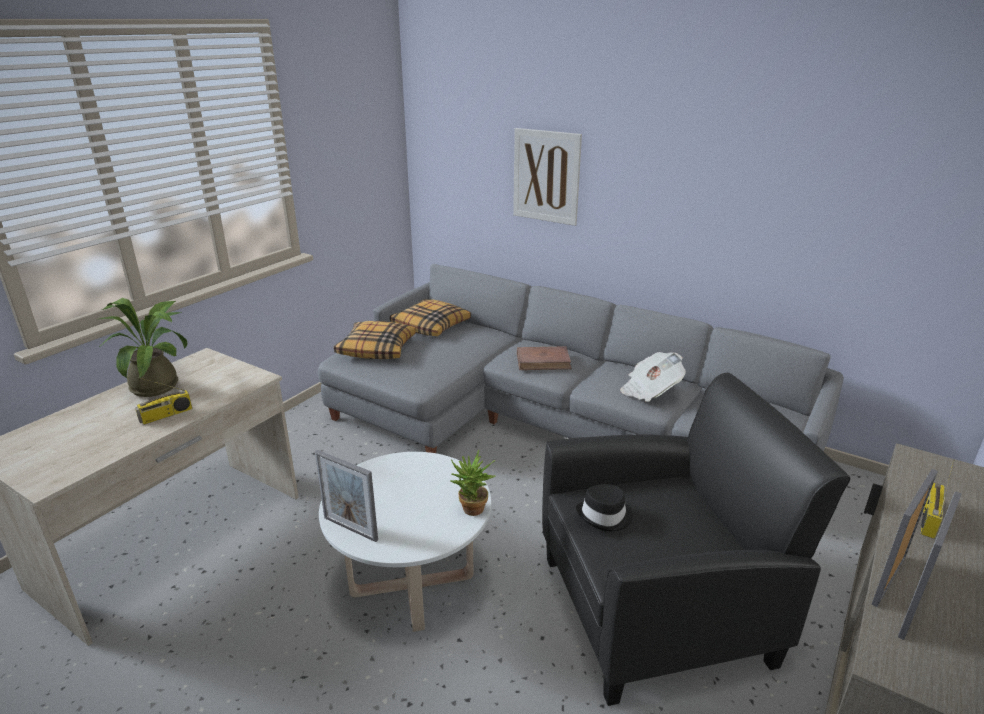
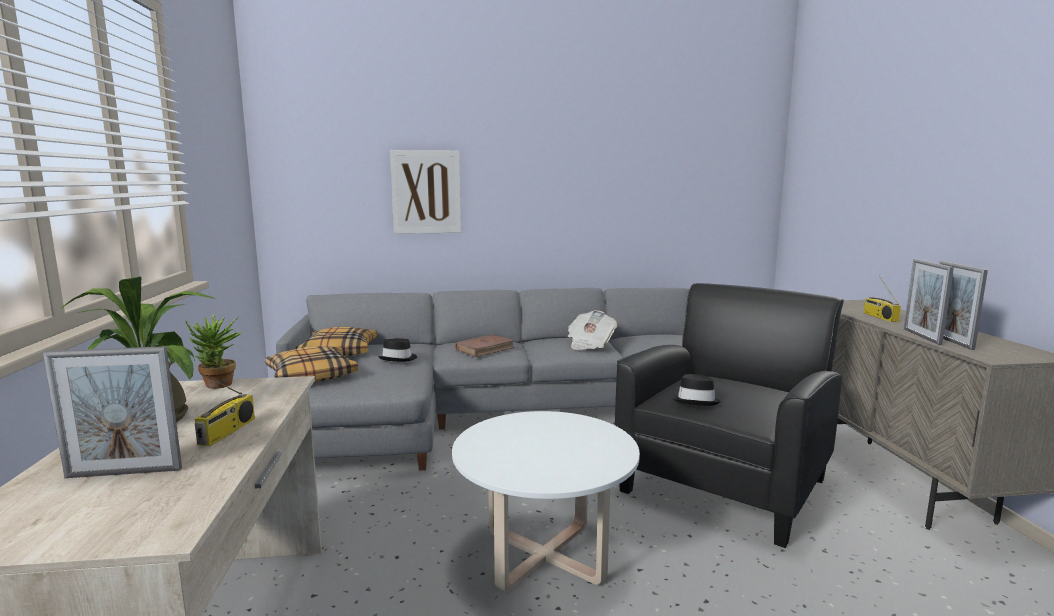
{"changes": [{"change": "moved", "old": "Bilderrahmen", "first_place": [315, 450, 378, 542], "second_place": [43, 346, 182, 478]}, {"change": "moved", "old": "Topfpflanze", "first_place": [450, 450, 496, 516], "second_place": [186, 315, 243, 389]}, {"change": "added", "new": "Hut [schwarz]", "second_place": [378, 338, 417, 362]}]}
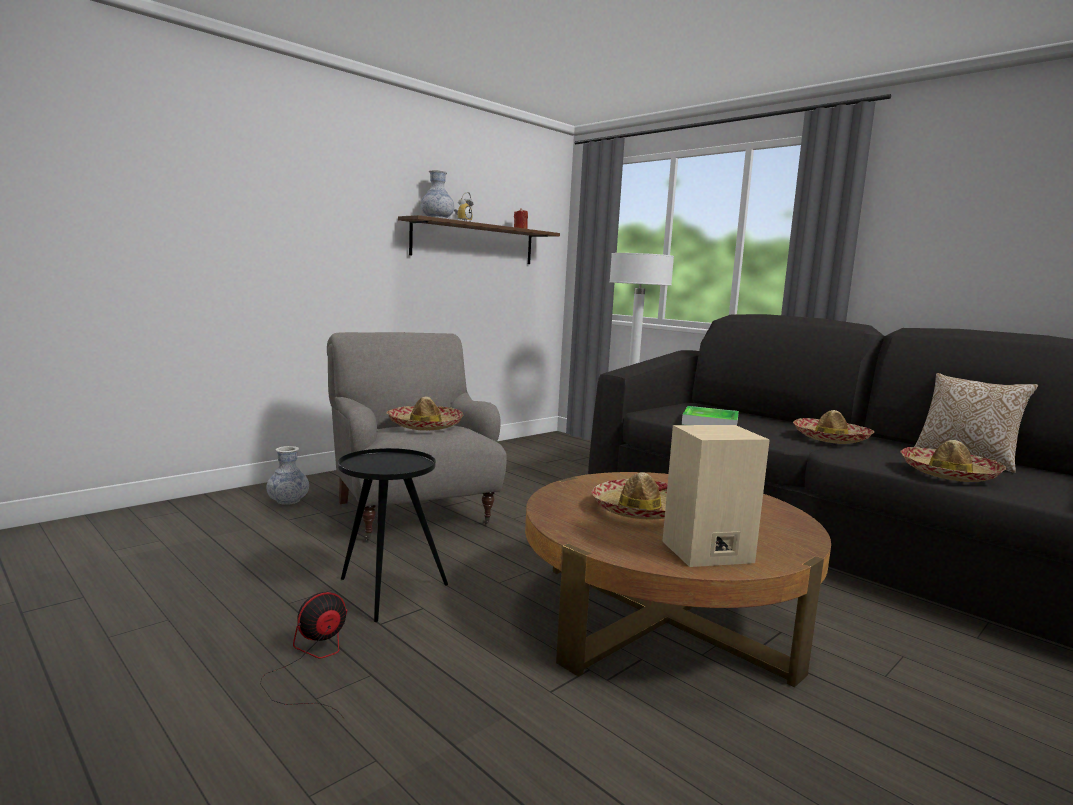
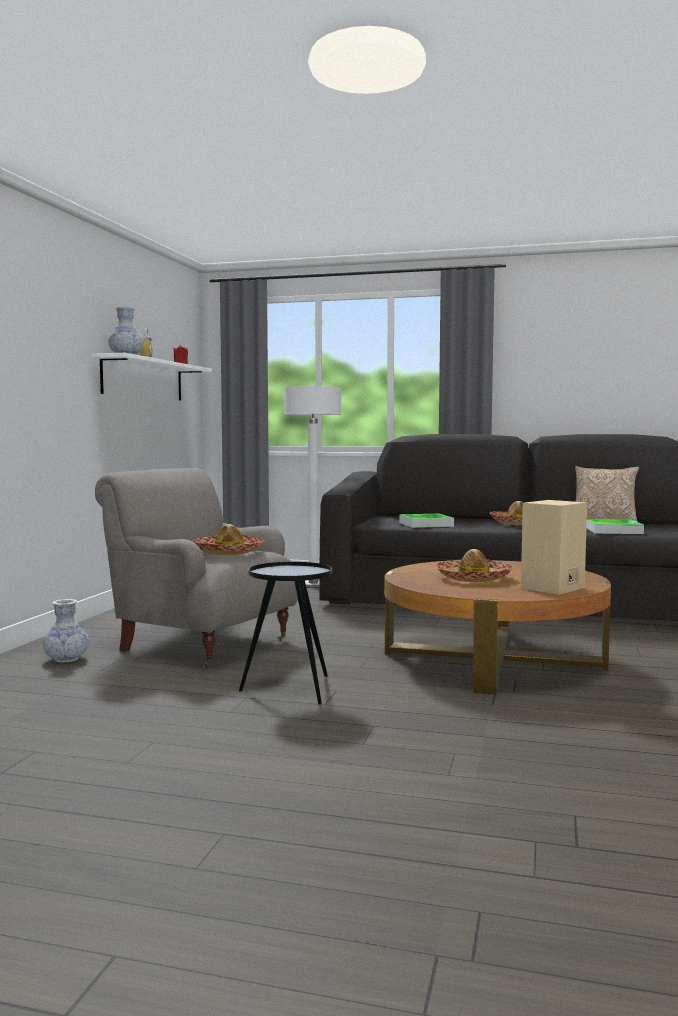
{"changes": [{"change": "recoloured", "old": "Wandregal [braun]", "new": "Wandregal [weiß]", "first_place": [398, 215, 560, 264], "second_place": [92, 353, 212, 400]}, {"change": "replaced", "old": "Hut", "new": "Tablett", "first_place": [901, 440, 1006, 482], "second_place": [586, 519, 644, 534]}, {"change": "removed", "old": "Ventilator", "first_place": [260, 592, 347, 718]}]}
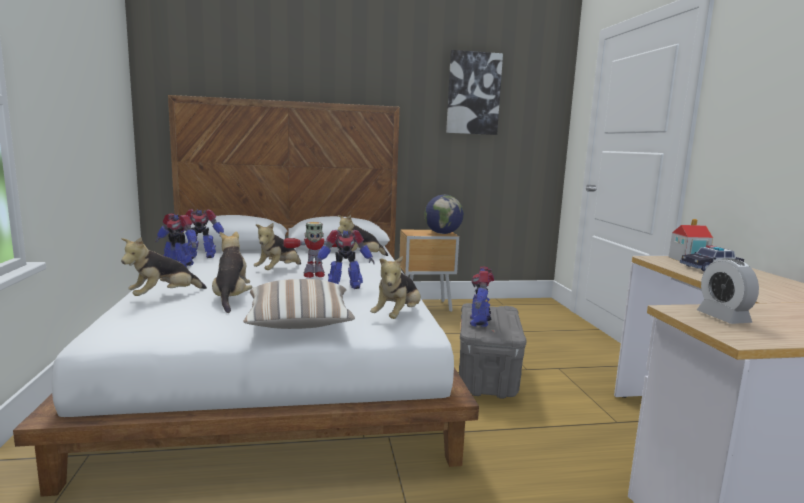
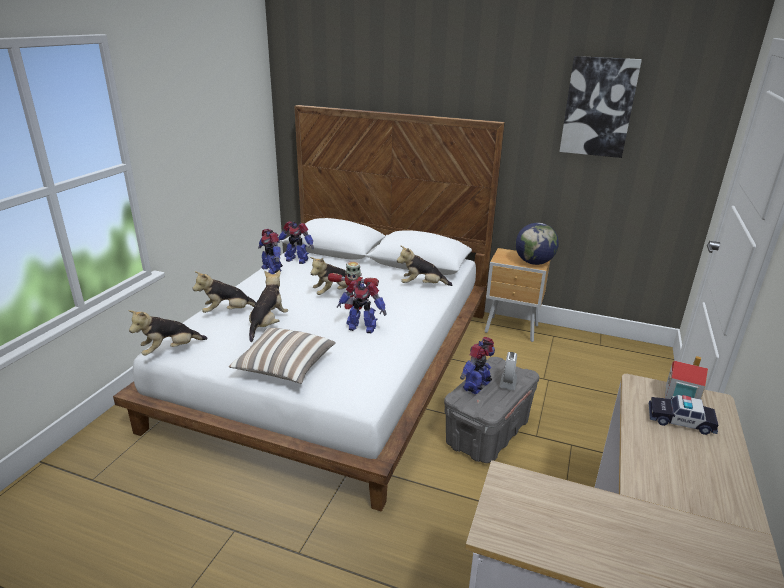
{"changes": [{"change": "moved", "old": "Plüschtier", "first_place": [370, 256, 421, 319], "second_place": [128, 310, 207, 356]}, {"change": "moved", "old": "Wecker", "first_place": [697, 258, 759, 324], "second_place": [499, 352, 517, 390]}]}
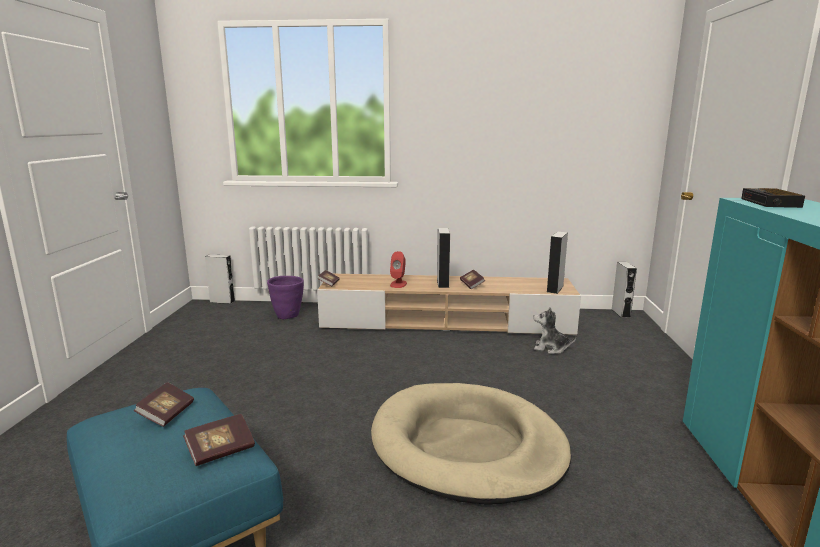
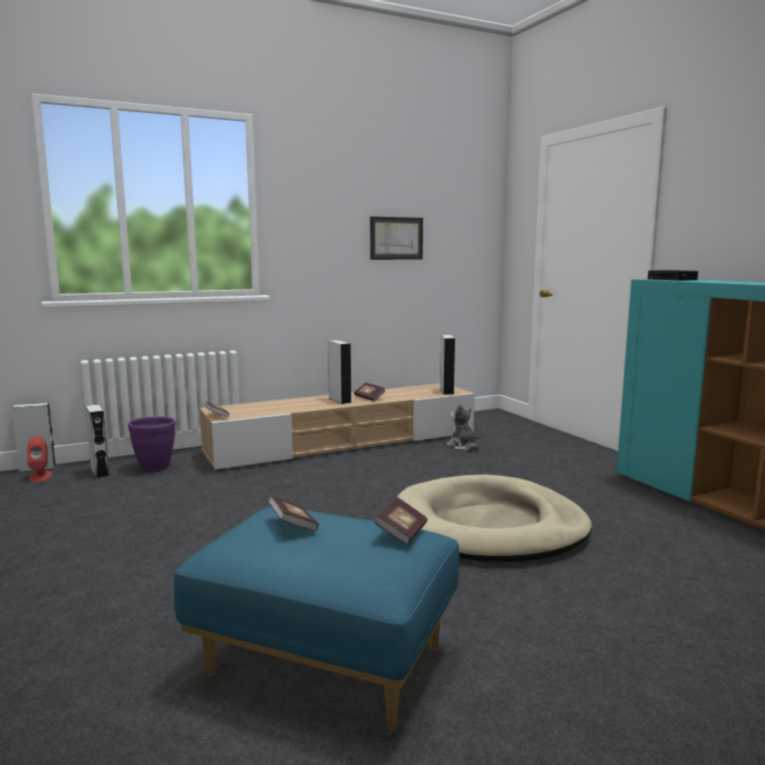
{"changes": [{"change": "moved", "old": "Lautsprecher [rot]", "first_place": [390, 251, 407, 288], "second_place": [27, 436, 52, 482]}, {"change": "moved", "old": "Lautsprecher [grau]", "first_place": [611, 262, 637, 318], "second_place": [85, 404, 110, 479]}, {"change": "turned", "old": "Plüschtier", "first_place": [533, 307, 577, 354], "second_place": [446, 404, 482, 451], "degrees": 60}, {"change": "added", "new": "Bild", "second_place": [370, 216, 423, 260]}]}
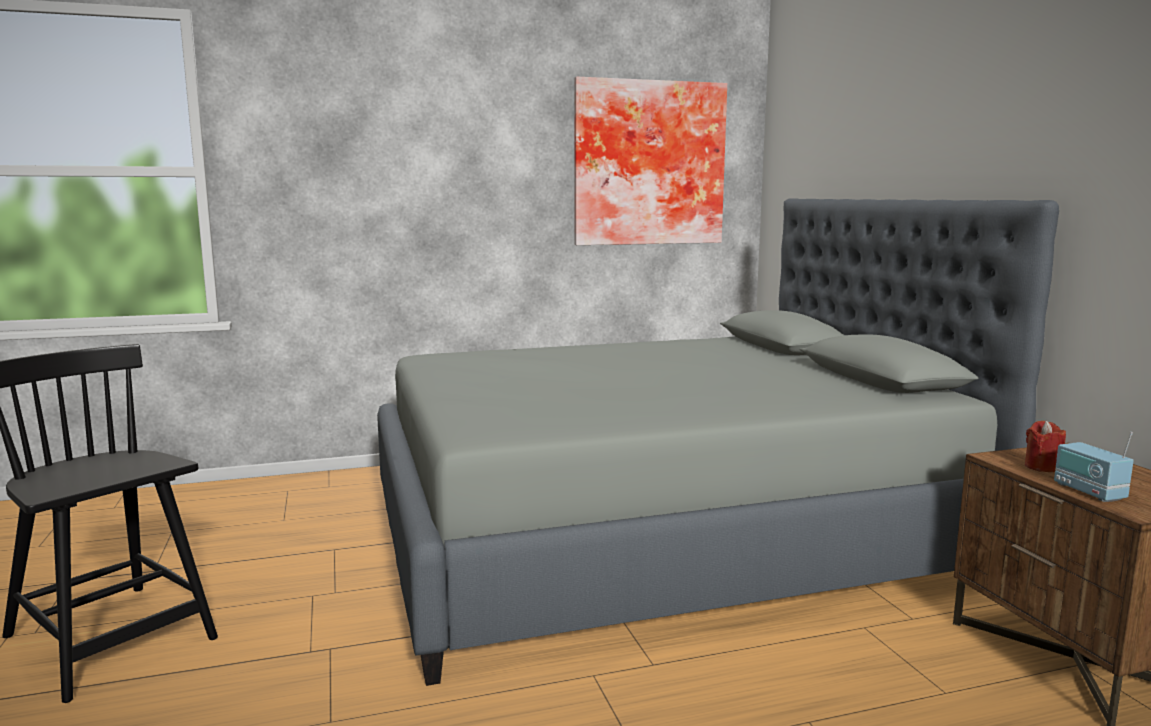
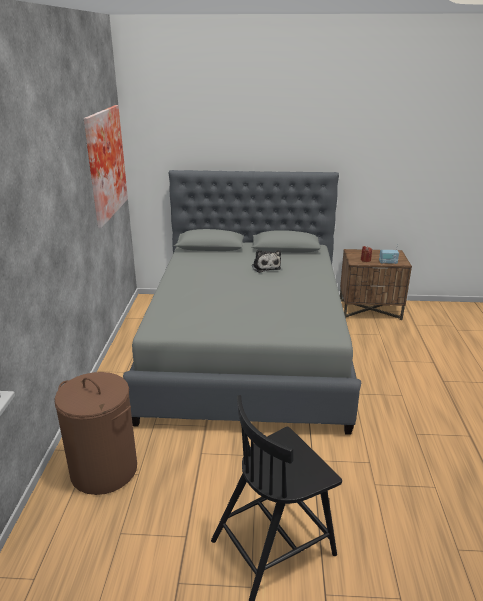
{"changes": [{"change": "added", "new": "Plüschtier", "second_place": [252, 250, 281, 273]}, {"change": "added", "new": "Wäschekorb [braun]", "second_place": [55, 372, 137, 495]}]}
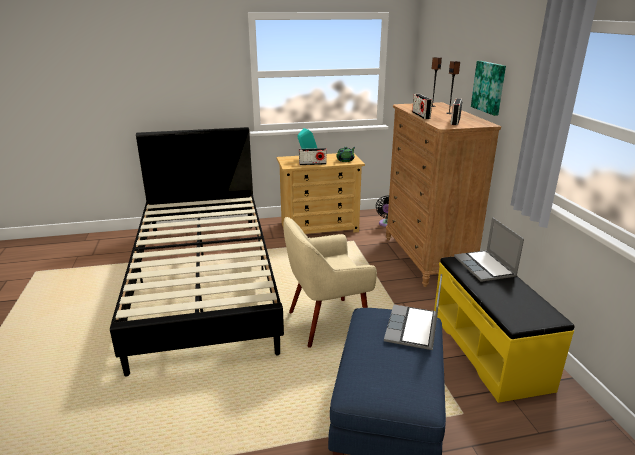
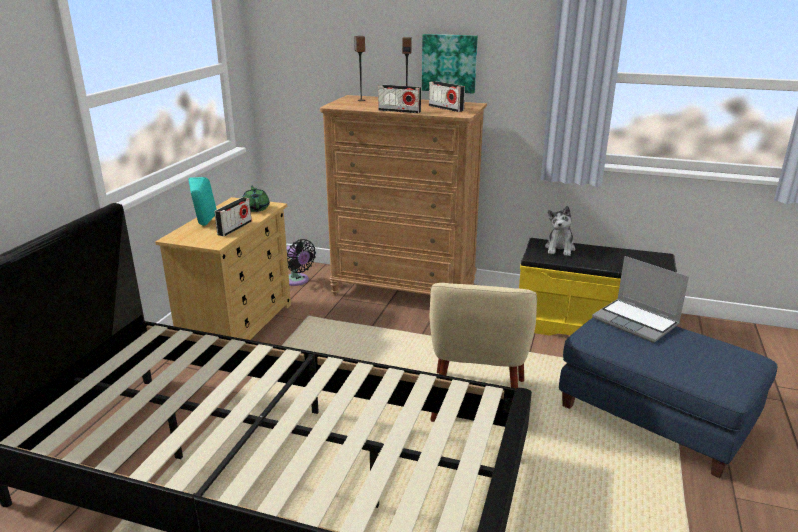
{"changes": [{"change": "replaced", "old": "Laptop", "new": "Plüschtier", "first_place": [454, 217, 524, 282], "second_place": [545, 206, 575, 256]}]}
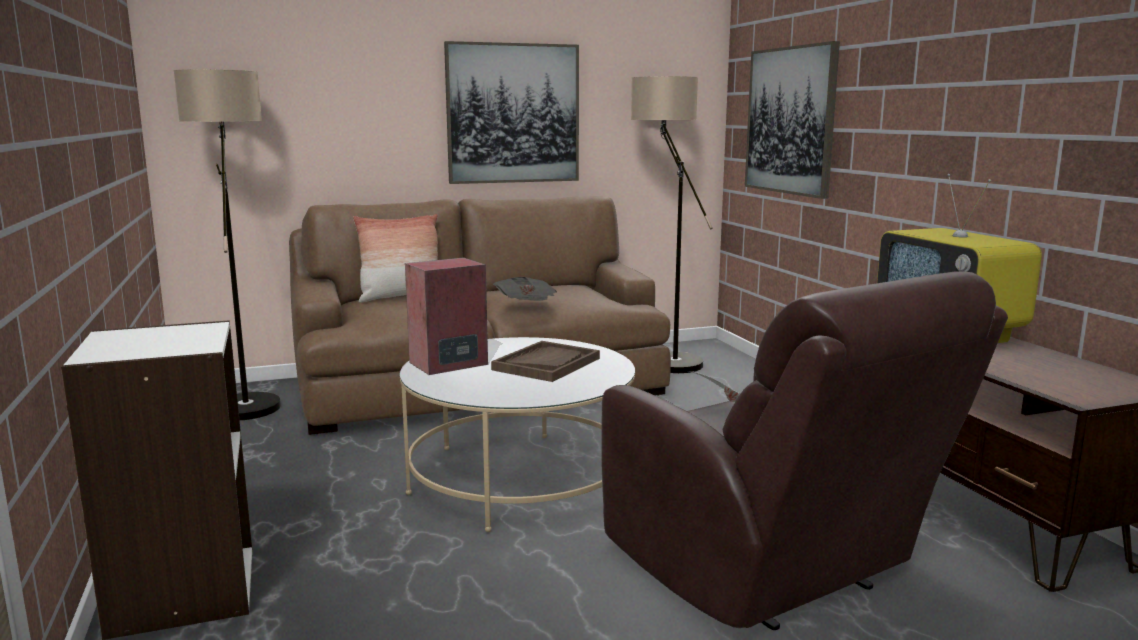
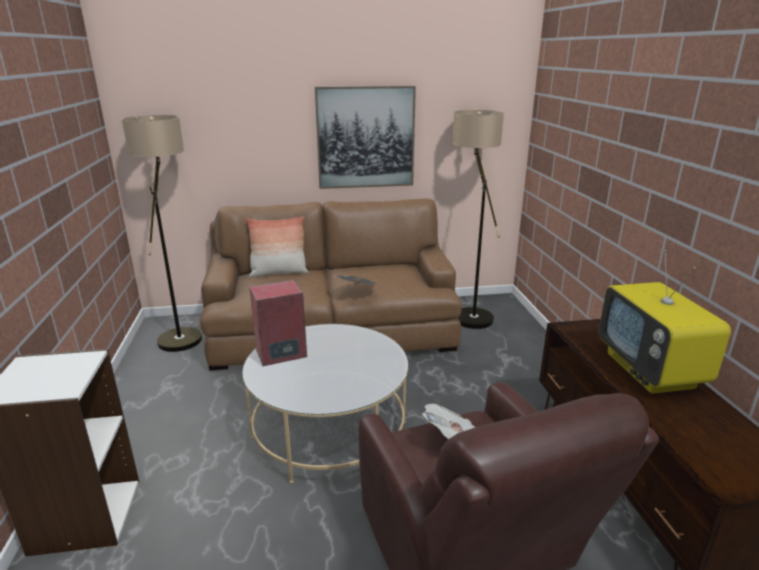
{"changes": [{"change": "removed", "old": "Bild", "first_place": [745, 41, 840, 199]}, {"change": "removed", "old": "Tablett [braun]", "first_place": [491, 341, 600, 382]}]}
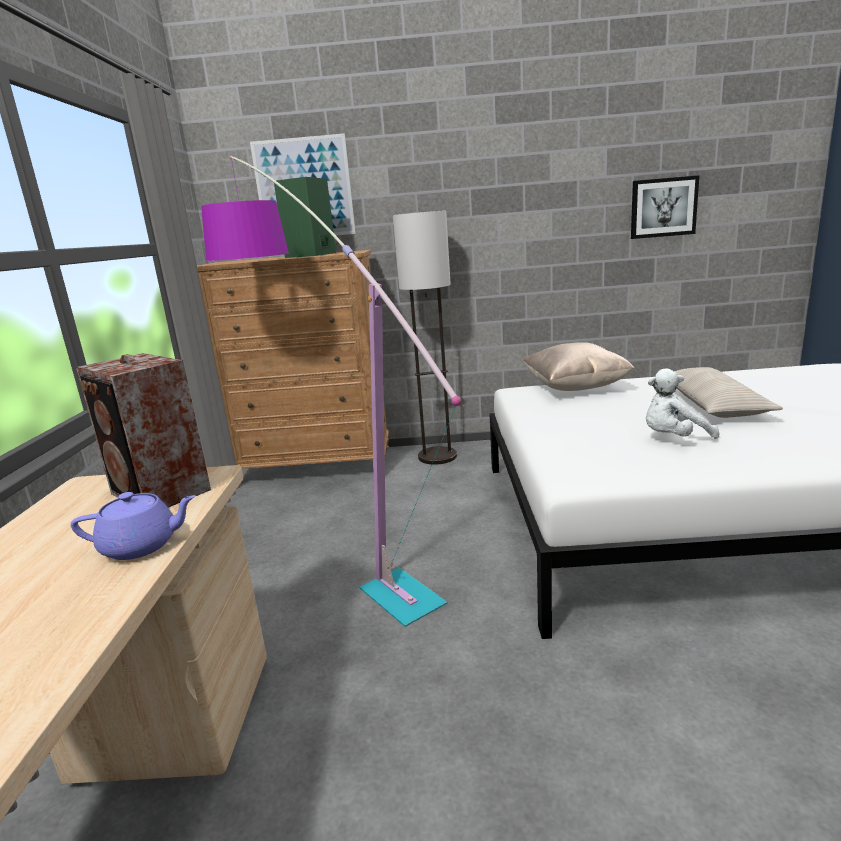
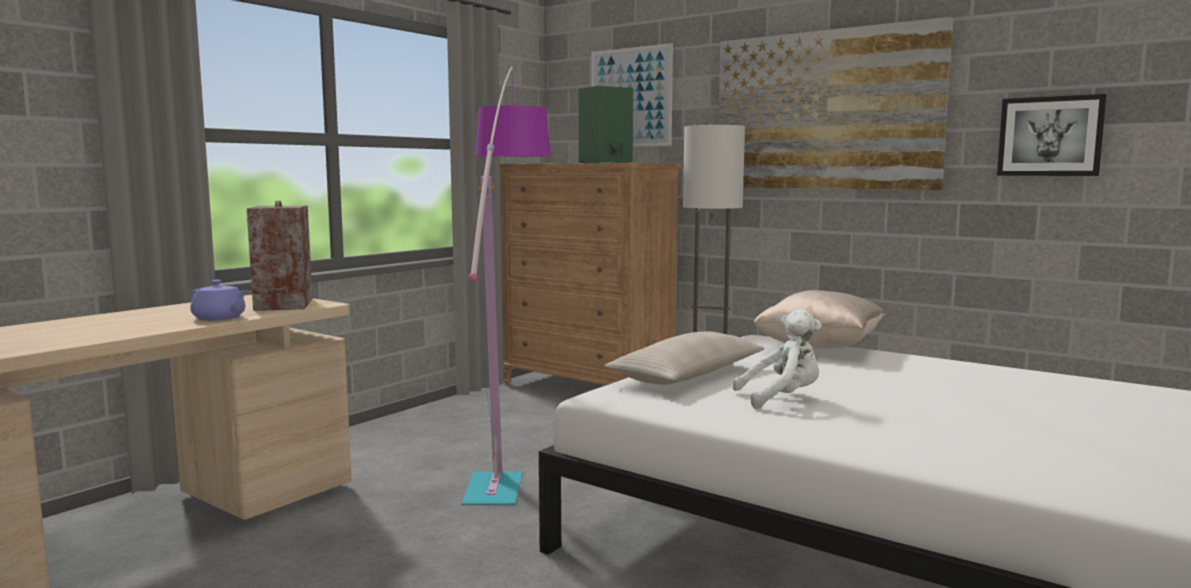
{"changes": [{"change": "moved", "old": "Kissen [beige]", "first_place": [674, 367, 783, 418], "second_place": [604, 331, 764, 385]}, {"change": "turned", "old": "Plüschtier [weiß]", "first_place": [646, 368, 720, 439], "second_place": [733, 309, 822, 409], "degrees": 150}, {"change": "added", "new": "Bild", "second_place": [718, 17, 954, 190]}]}
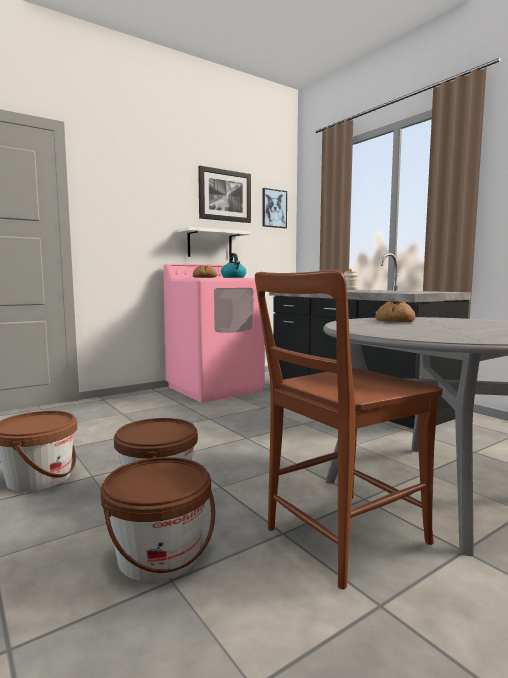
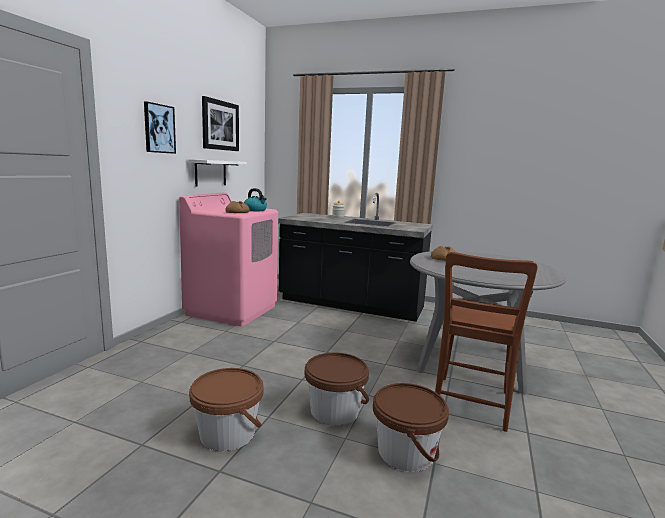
{"changes": [{"change": "moved", "old": "Bild", "first_place": [262, 188, 287, 228], "second_place": [144, 101, 176, 154]}]}
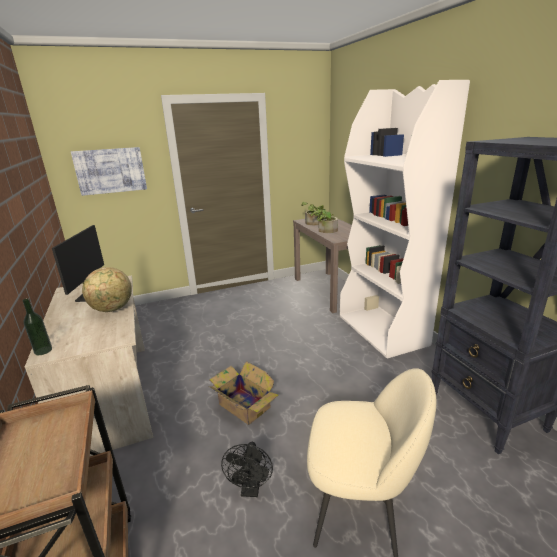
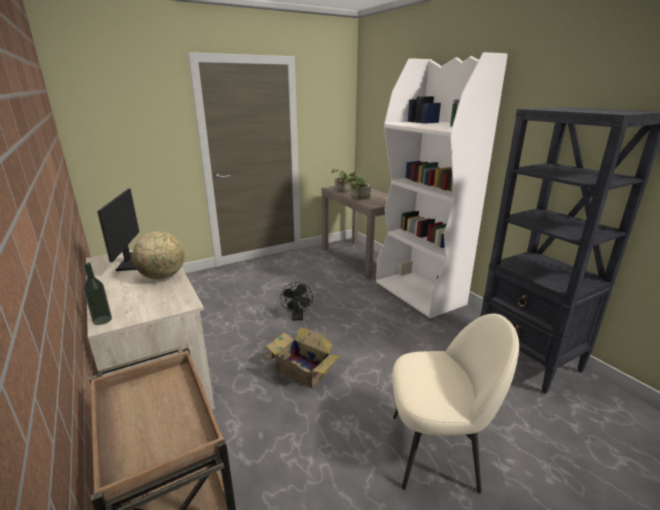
{"changes": [{"change": "removed", "old": "Bild", "first_place": [71, 147, 147, 196]}, {"change": "moved", "old": "Ventilator [schwarz]", "first_place": [221, 442, 273, 497], "second_place": [280, 282, 313, 320]}]}
